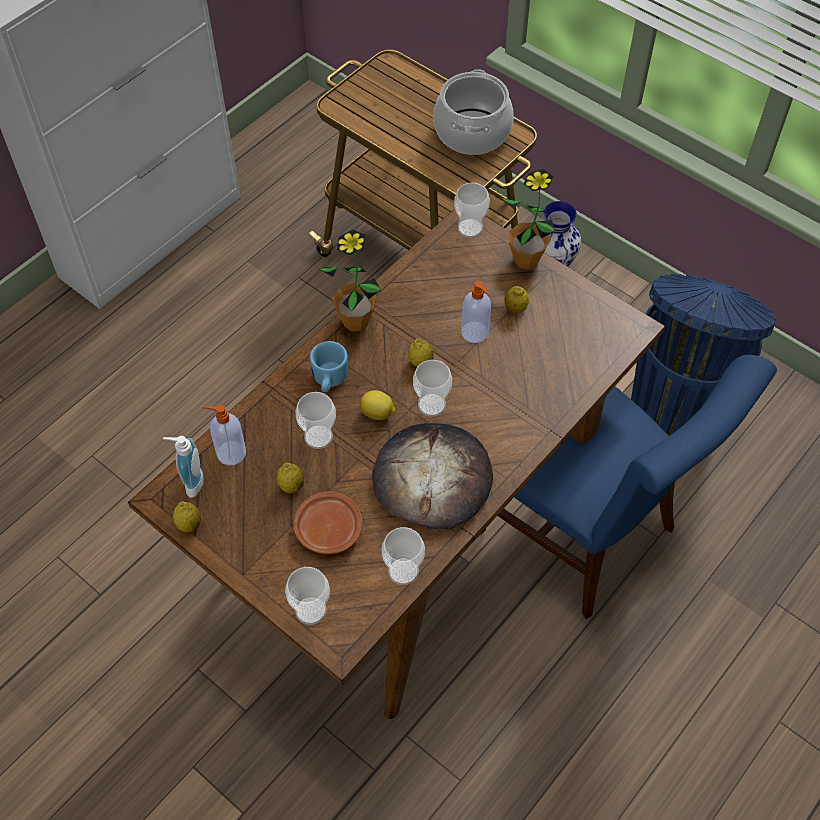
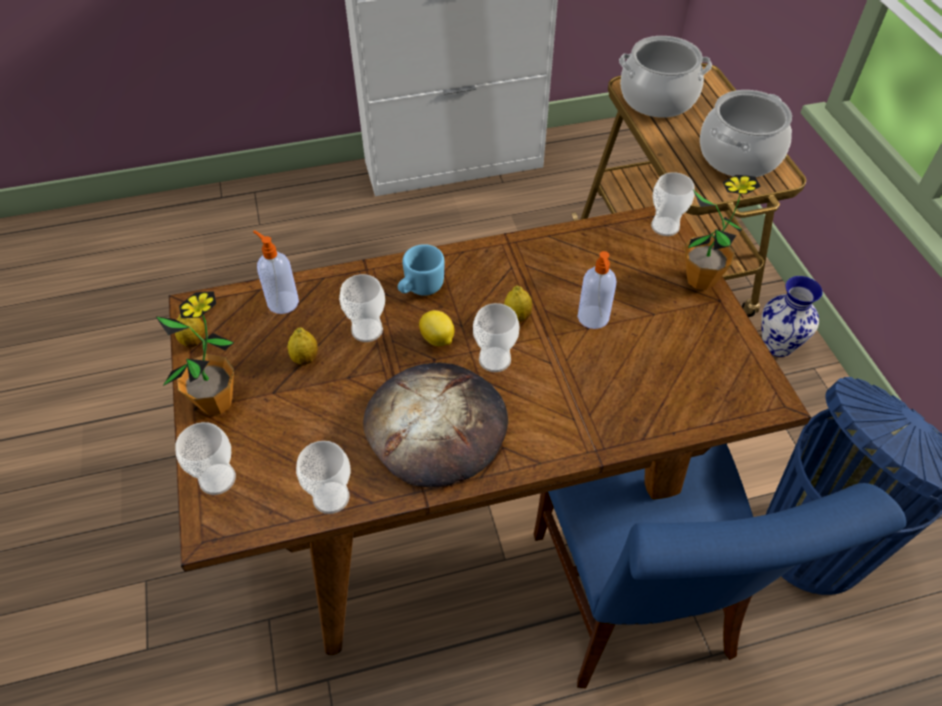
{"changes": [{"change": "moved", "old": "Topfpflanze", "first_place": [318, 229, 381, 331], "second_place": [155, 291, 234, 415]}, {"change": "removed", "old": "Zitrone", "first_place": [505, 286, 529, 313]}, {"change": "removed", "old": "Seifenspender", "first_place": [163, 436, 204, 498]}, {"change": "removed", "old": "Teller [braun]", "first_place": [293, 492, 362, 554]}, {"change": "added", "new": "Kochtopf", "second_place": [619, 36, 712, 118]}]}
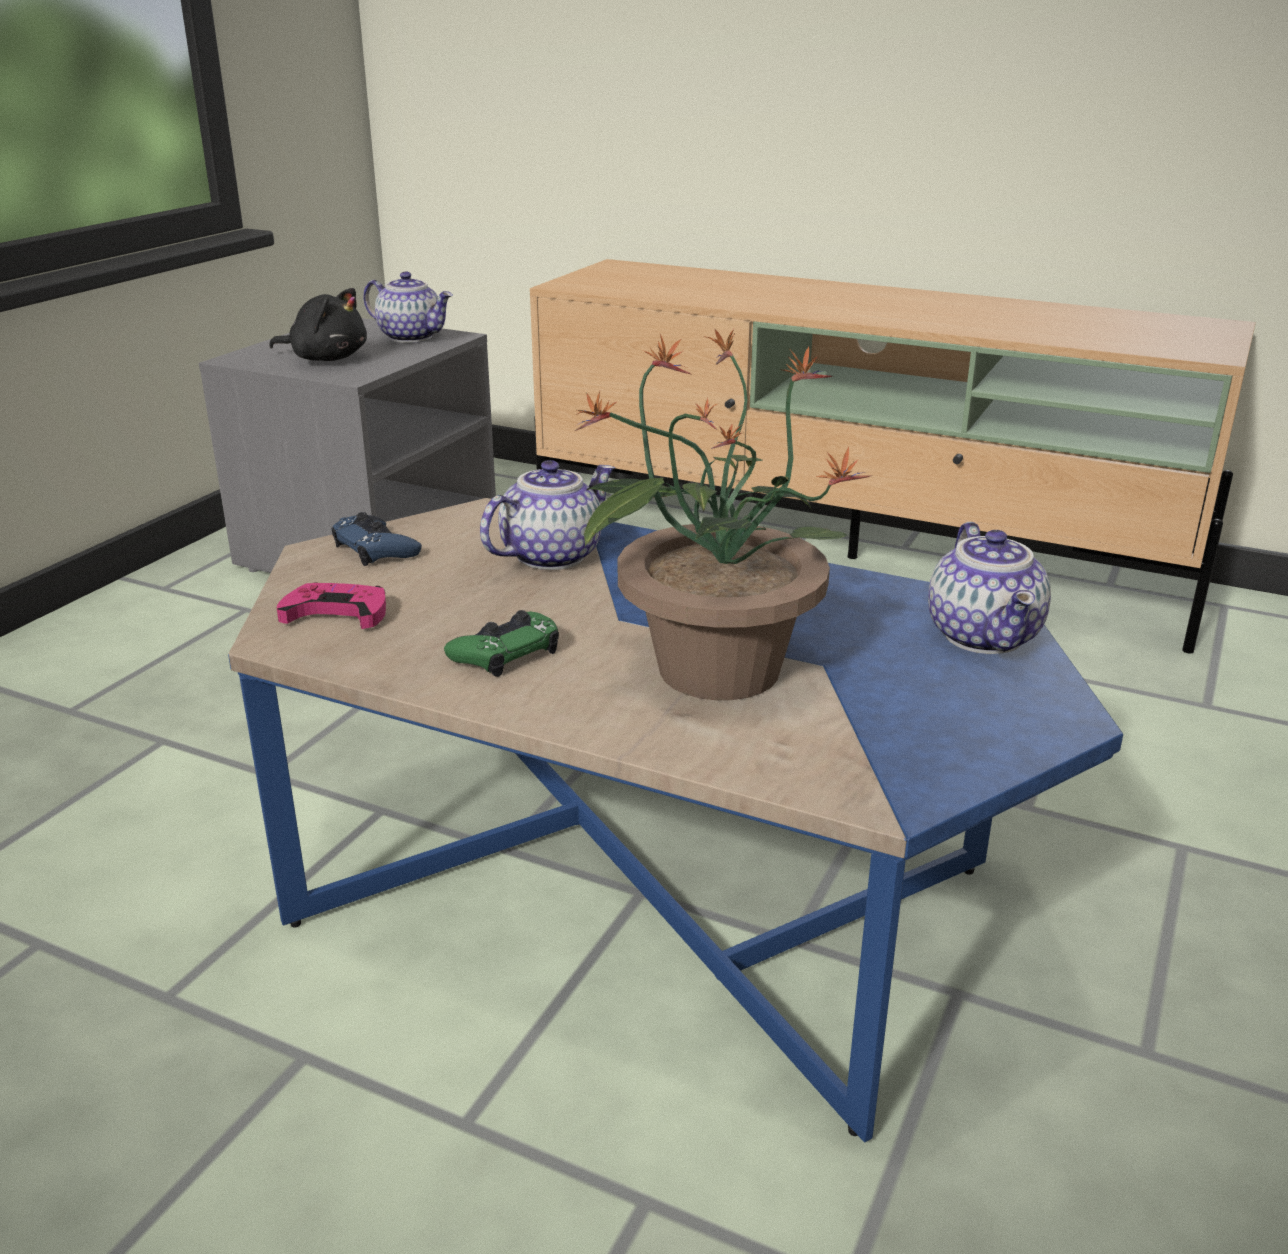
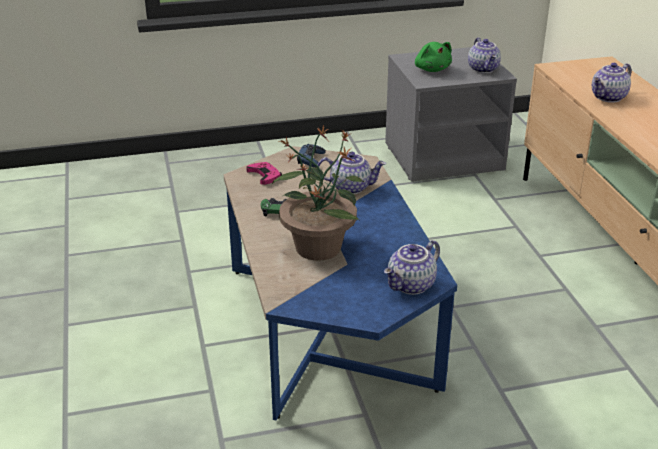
{"changes": [{"change": "recoloured", "old": "Plüschtier [schwarz]", "new": "Plüschtier [grün]", "first_place": [269, 288, 367, 361], "second_place": [415, 42, 452, 72]}, {"change": "added", "new": "Teekanne", "second_place": [592, 63, 631, 103]}]}
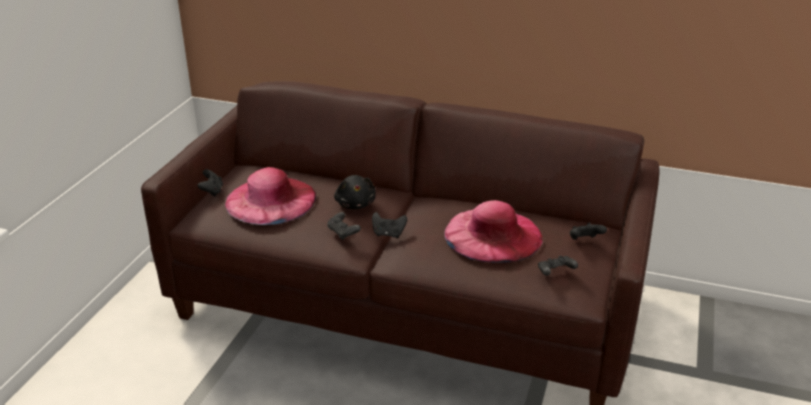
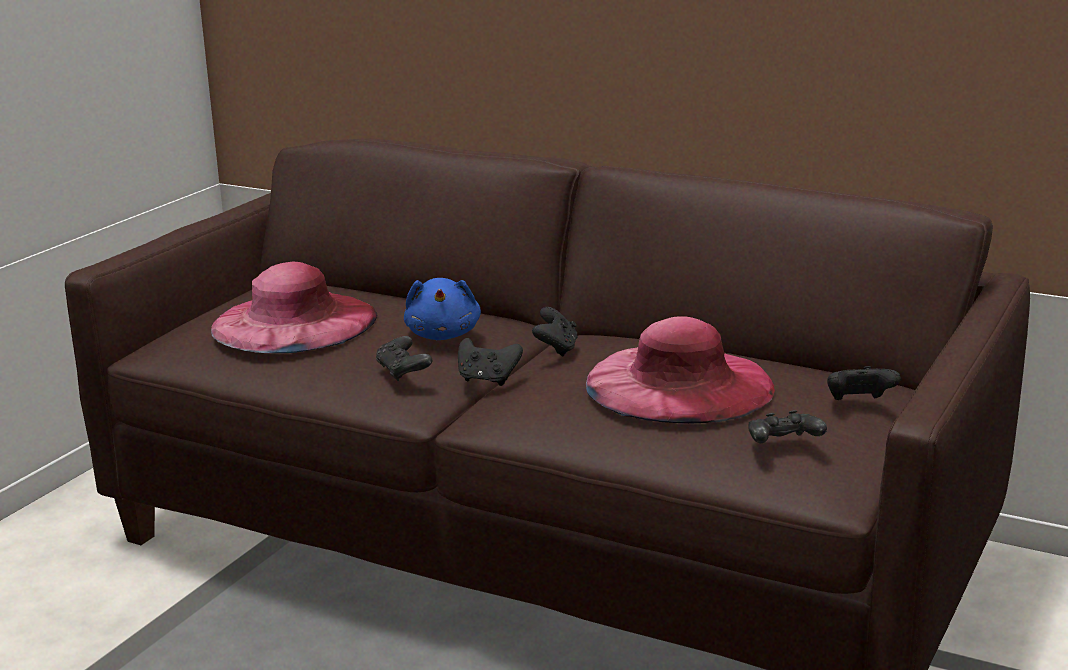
{"changes": [{"change": "moved", "old": "Gamepad [schwarz]", "first_place": [197, 169, 223, 196], "second_place": [532, 307, 578, 356]}, {"change": "recoloured", "old": "Plüschtier [schwarz]", "new": "Plüschtier [blau]", "first_place": [334, 175, 376, 209], "second_place": [404, 278, 481, 340]}]}
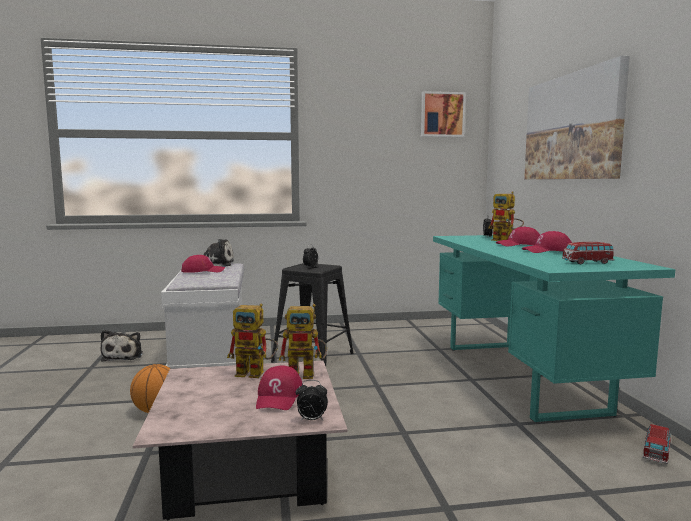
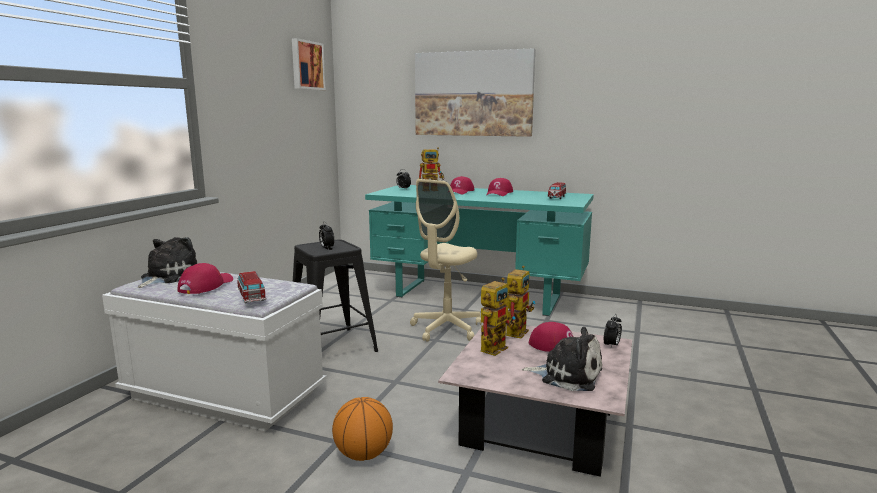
{"changes": [{"change": "moved", "old": "Plüschtier", "first_place": [101, 330, 143, 362], "second_place": [522, 327, 602, 391]}, {"change": "moved", "old": "Spielzeugauto", "first_place": [643, 424, 671, 464], "second_place": [237, 271, 266, 303]}, {"change": "added", "new": "Bürostuhl [beige]", "second_place": [410, 179, 481, 342]}]}
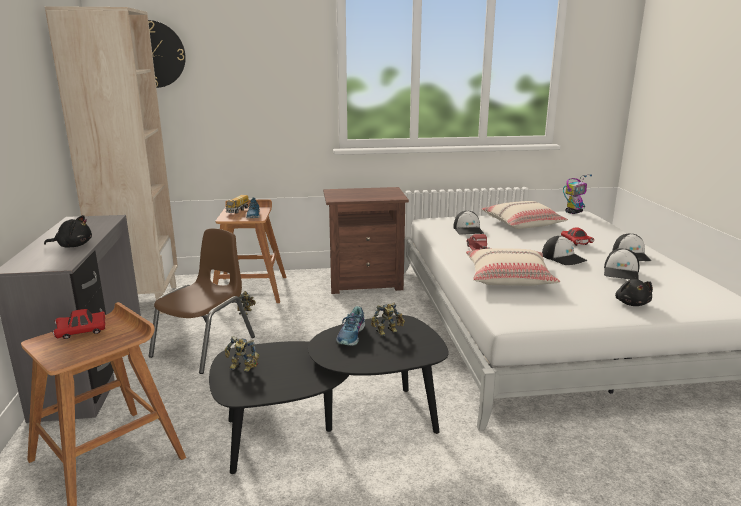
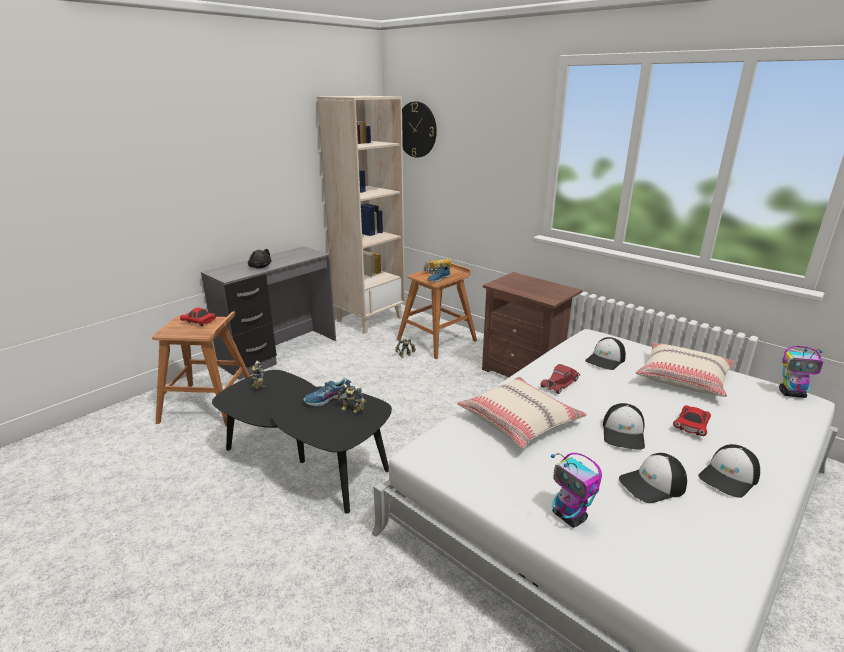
{"changes": [{"change": "removed", "old": "Stuhl [braun]", "first_place": [149, 228, 255, 374]}, {"change": "replaced", "old": "Plüschtier [schwarz]", "new": "Spielzeugroboter", "first_place": [615, 279, 653, 306], "second_place": [551, 453, 602, 528]}]}
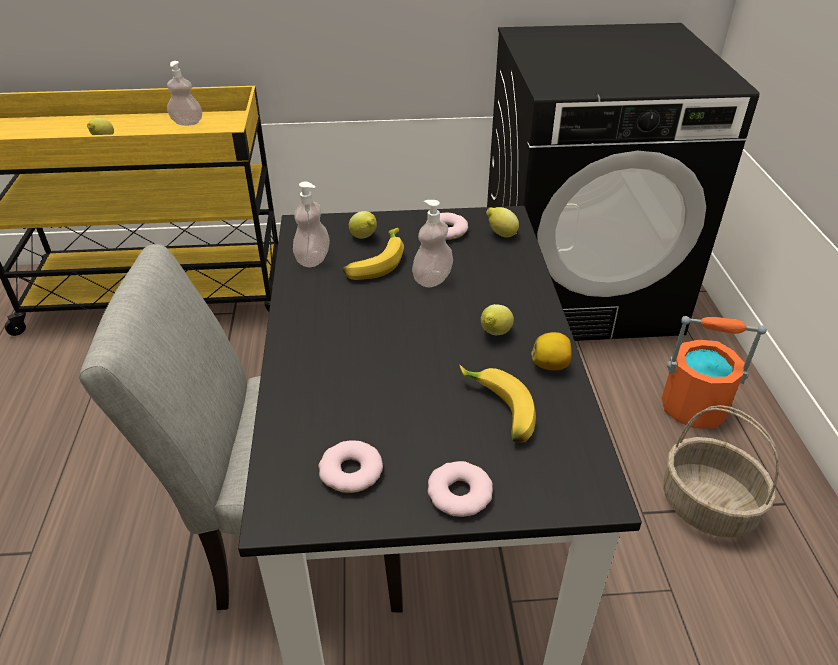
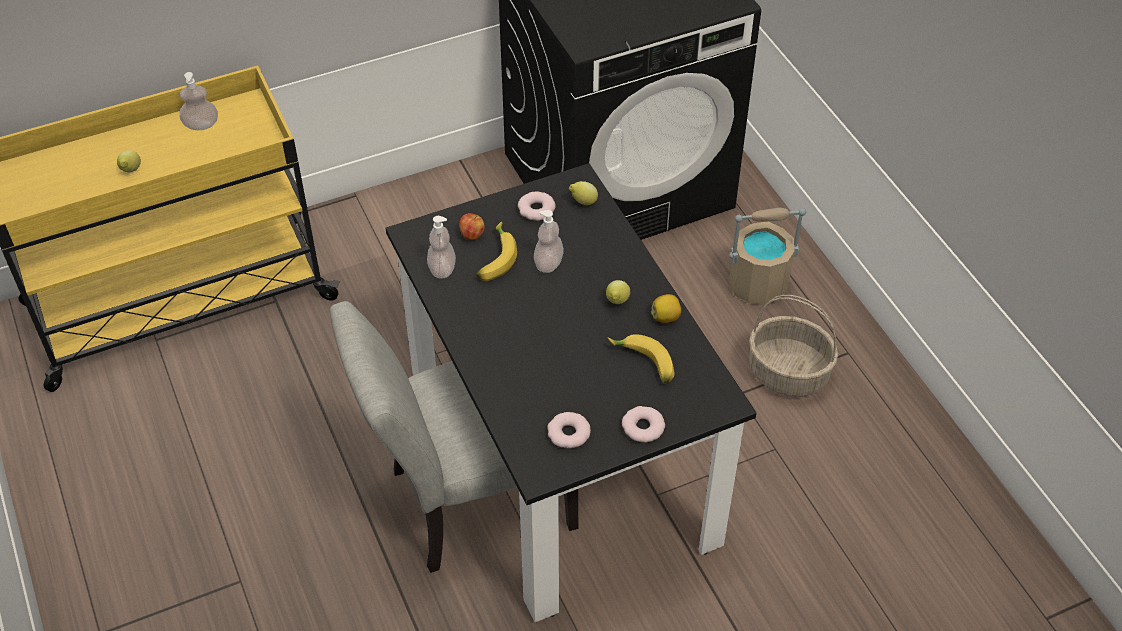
{"changes": [{"change": "replaced", "old": "Zitrone", "new": "Apfel", "first_place": [349, 211, 377, 239], "second_place": [459, 213, 485, 240]}, {"change": "recoloured", "old": "Eimer [orange]", "new": "Eimer [beige]", "first_place": [662, 316, 767, 429], "second_place": [729, 208, 806, 305]}]}
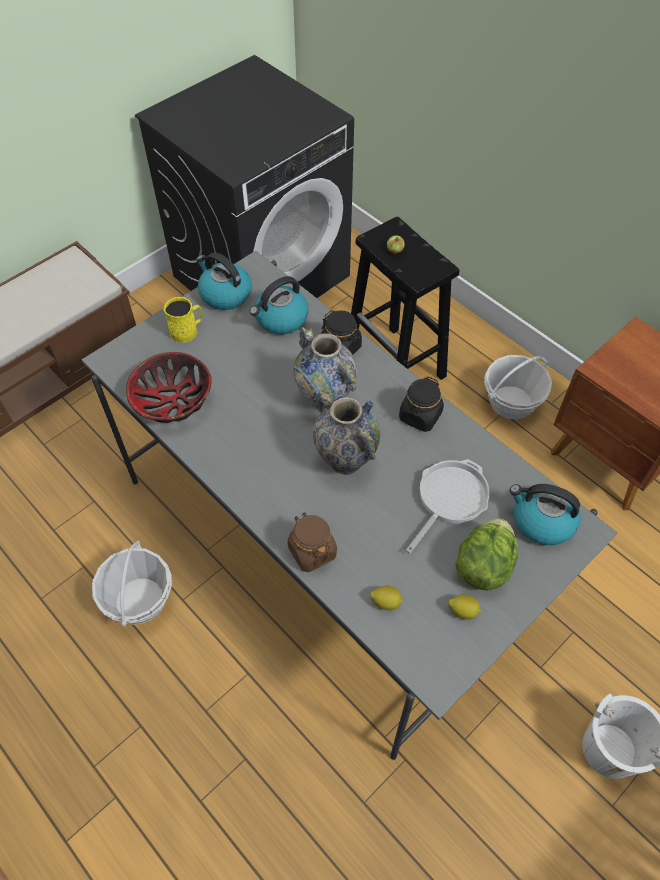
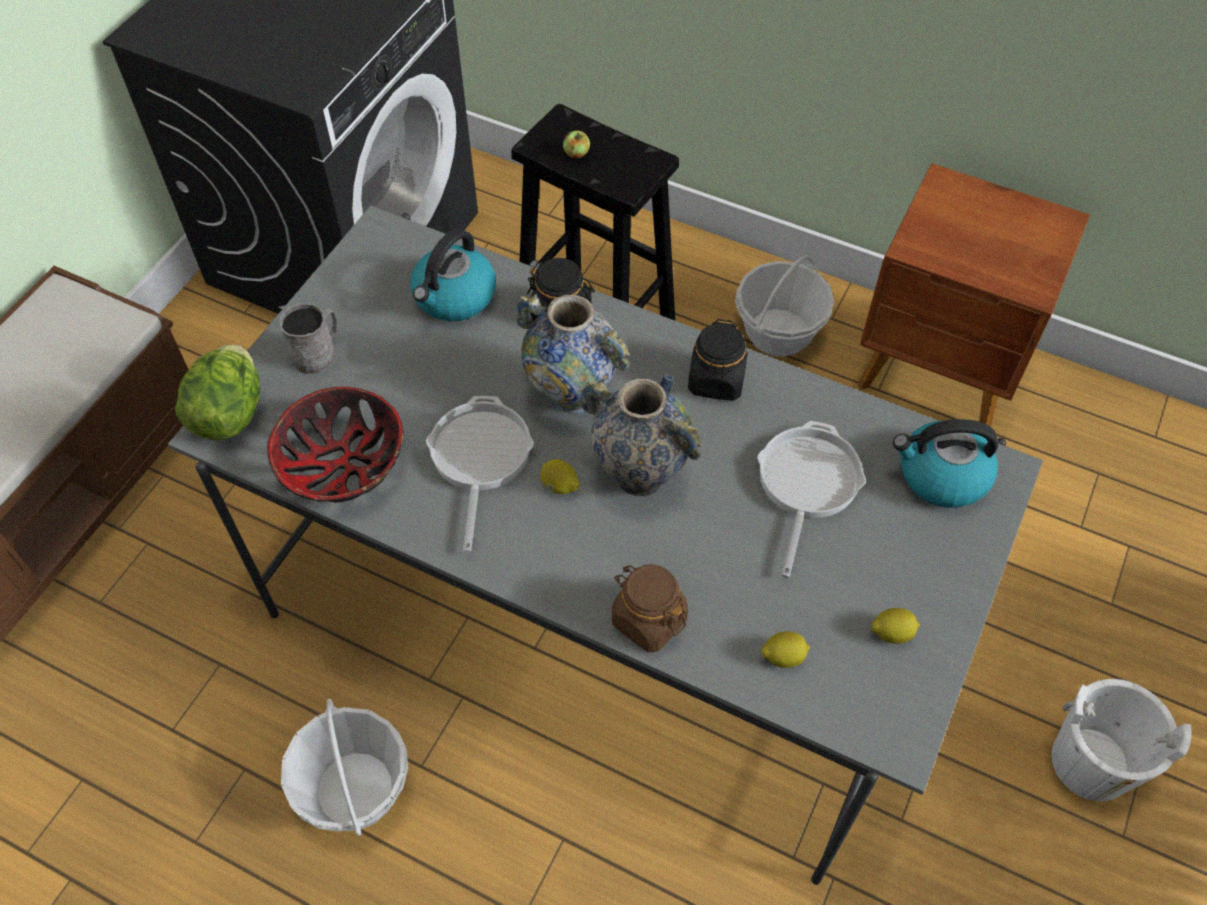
{"changes": [{"change": "removed", "old": "Wasserkessel", "first_place": [196, 252, 252, 310]}, {"change": "recoloured", "old": "Henkelbecher [gelb]", "new": "Henkelbecher [grau]", "first_place": [164, 297, 203, 343], "second_place": [279, 303, 337, 374]}, {"change": "moved", "old": "Salatkopf", "first_place": [455, 519, 518, 591], "second_place": [175, 344, 260, 440]}, {"change": "added", "new": "Pfanne", "second_place": [426, 396, 534, 553]}, {"change": "added", "new": "Zitrone", "second_place": [540, 459, 580, 494]}]}
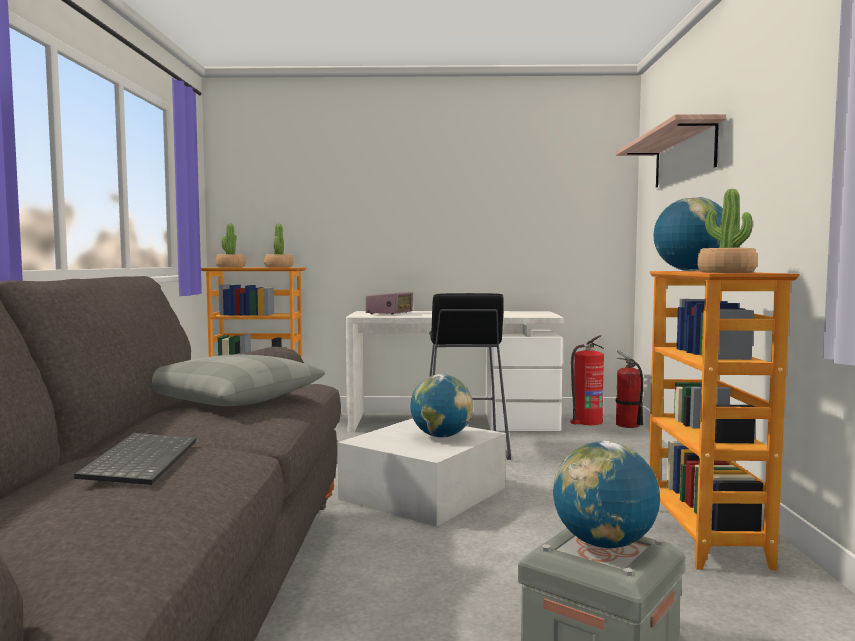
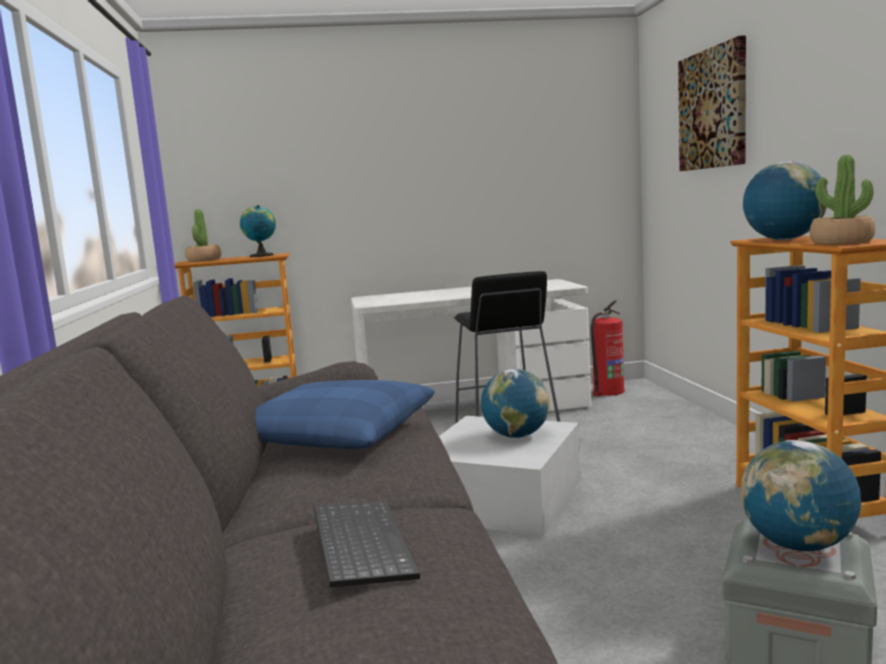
{"changes": [{"change": "replaced", "old": "Wandregal", "new": "Bild", "first_place": [616, 114, 726, 188], "second_place": [678, 35, 746, 171]}, {"change": "replaced", "old": "Topfpflanze", "new": "Globus", "first_place": [264, 224, 294, 267], "second_place": [240, 205, 276, 257]}, {"change": "removed", "old": "Radio", "first_place": [366, 292, 413, 315]}, {"change": "removed", "old": "Feuerlöscher", "first_place": [616, 350, 643, 428]}, {"change": "recoloured", "old": "Kissen [grau]", "new": "Kissen [blau]", "first_place": [152, 355, 325, 406], "second_place": [255, 380, 435, 449]}]}
